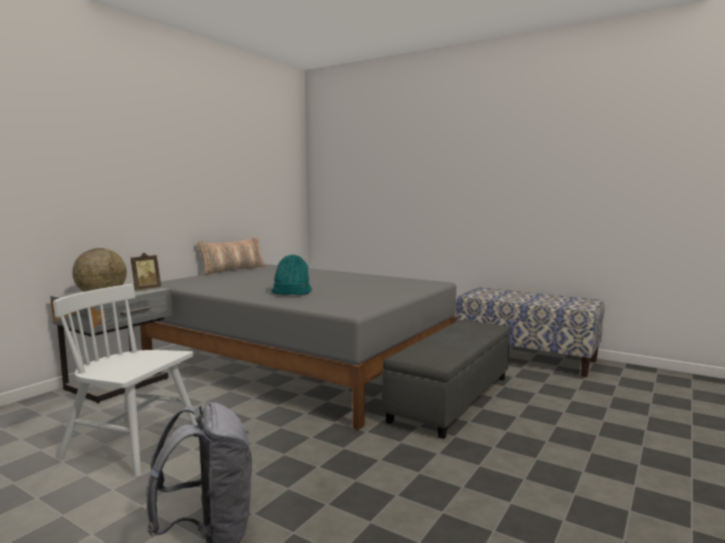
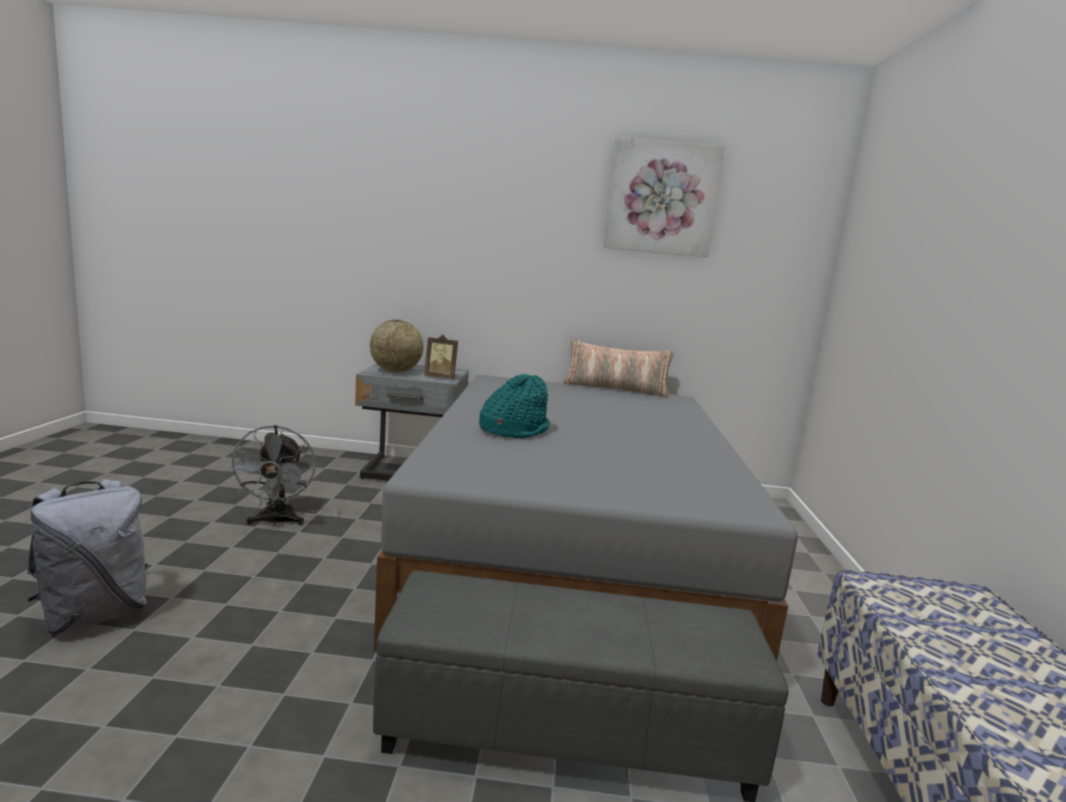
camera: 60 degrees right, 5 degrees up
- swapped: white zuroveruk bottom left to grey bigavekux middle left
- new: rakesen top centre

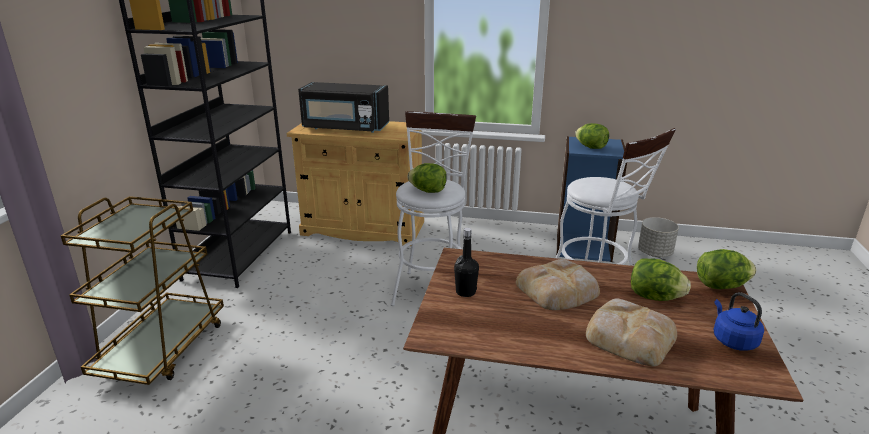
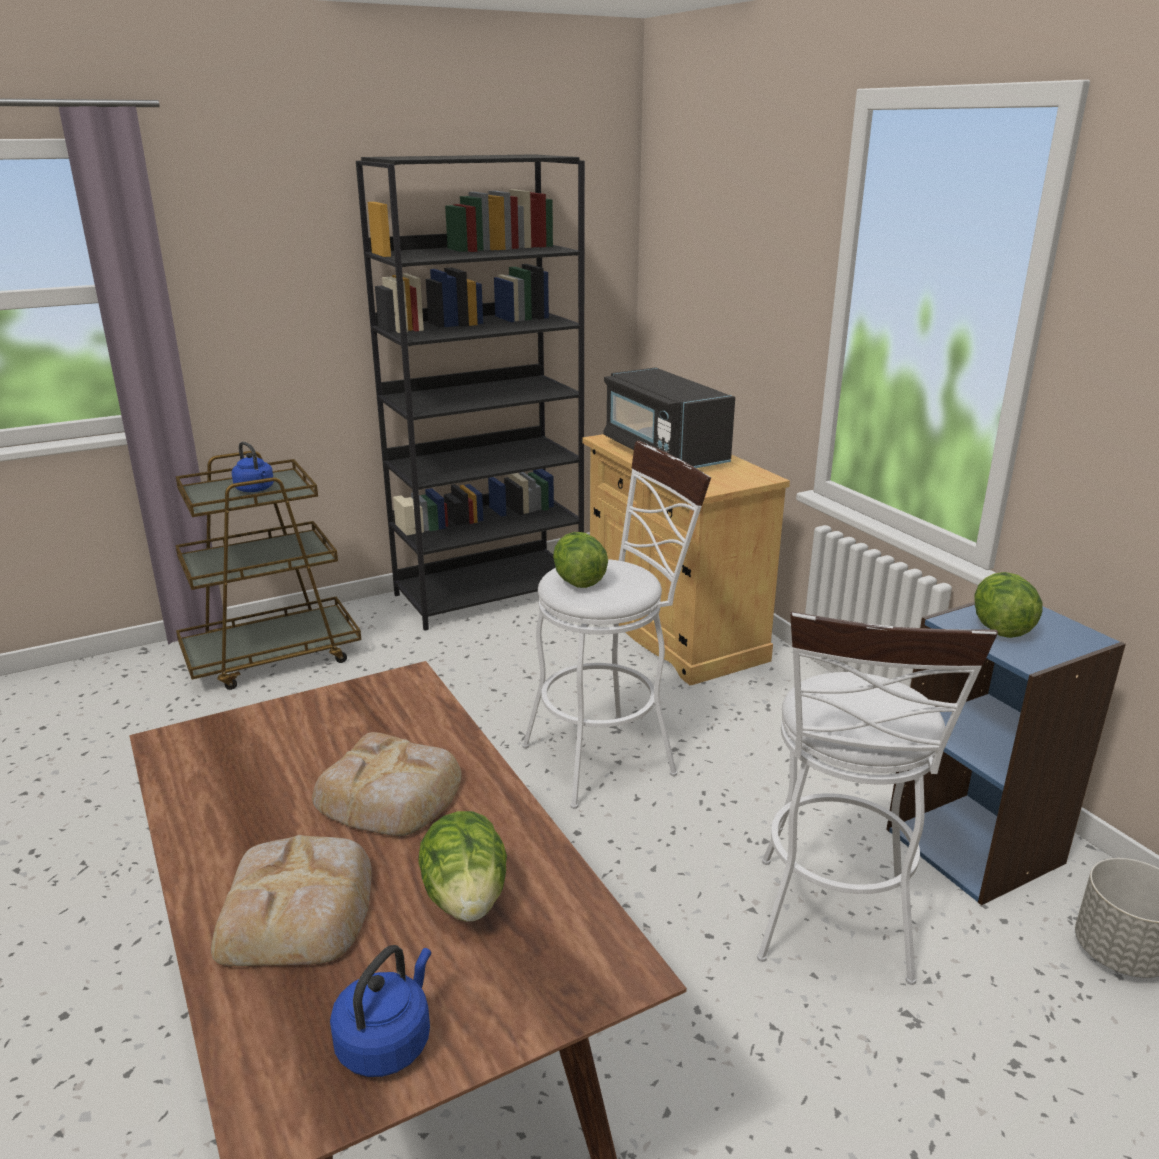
camera: 50 degrees right, 0 degrees up
- new: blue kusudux (no. 1 from left) middle left
- gone: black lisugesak centre
- gone: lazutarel (no. 4 from left) middle right

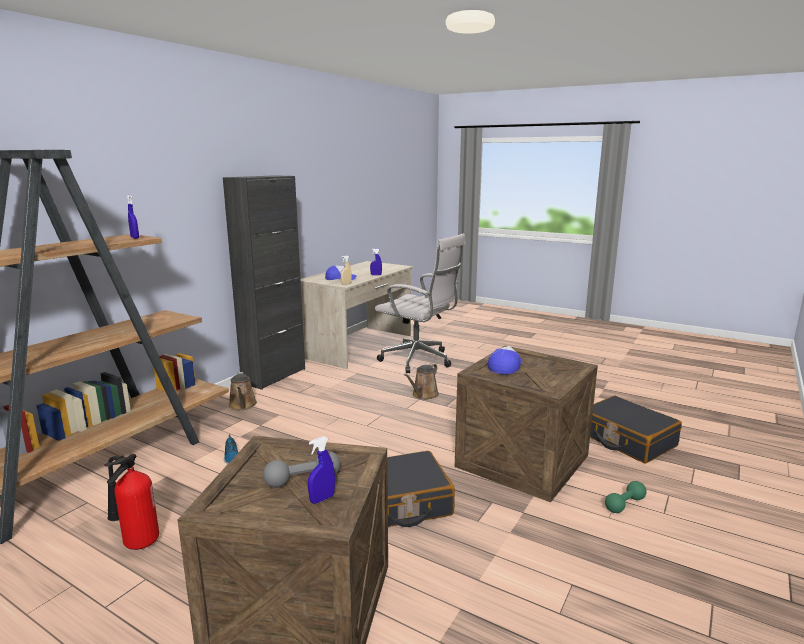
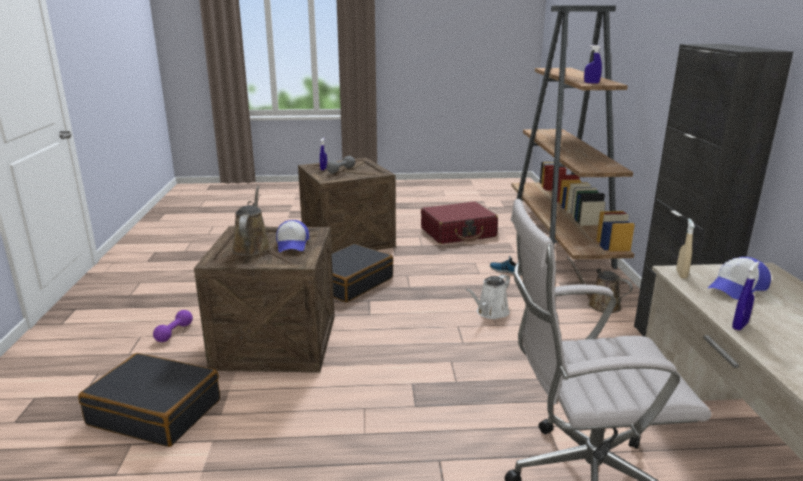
camera: 145 degrees right, 5 degrees up
- repainted: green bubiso bottom right to purple bubiso bottom left
- shifted: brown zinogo (no. 2 from left in the first image) centre to brown zinogo (no. 1 from left) middle left
- swapped: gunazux bottom left to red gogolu centre
- new: white zinogo centre

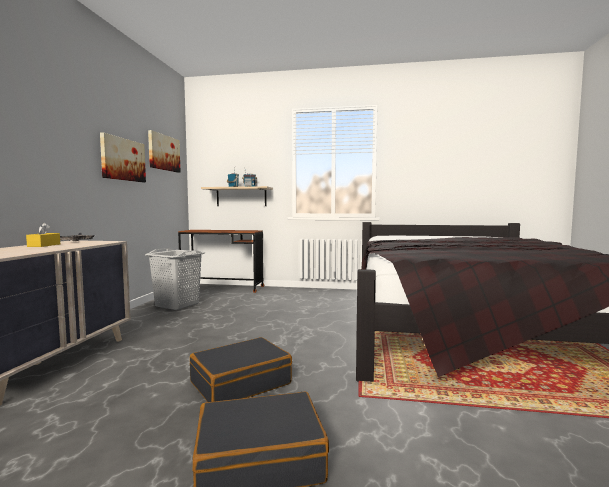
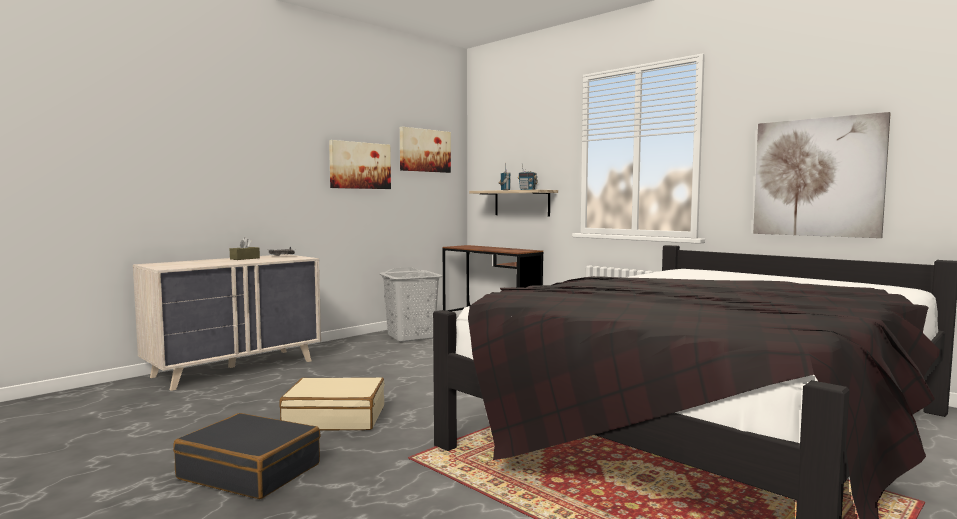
camera: 35 degrees right, 0 degrees up
- repainted: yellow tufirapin middle left to brown tufirapin middle left
- repainted: black gogolu (no. 1 from left) bottom centre to beige gogolu bottom centre
- new: rakesen (no. 3 from left) middle right

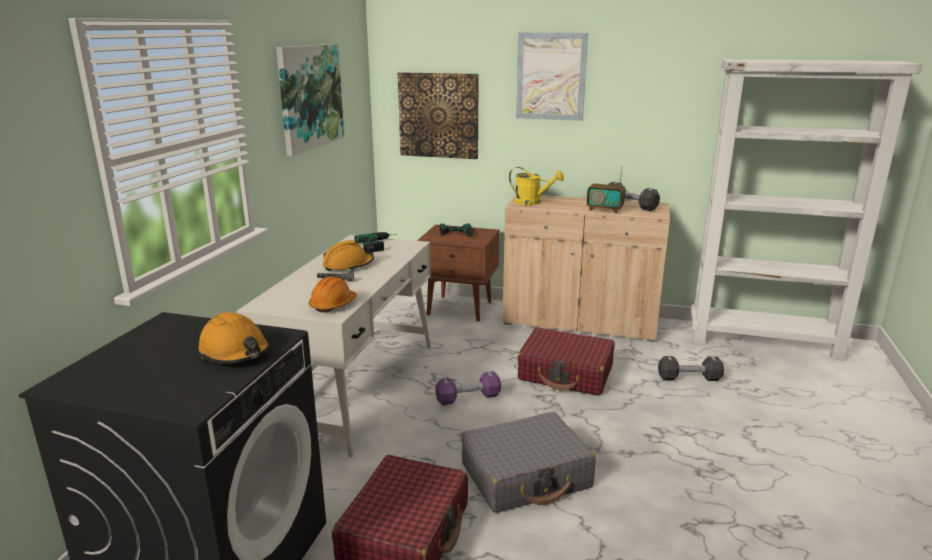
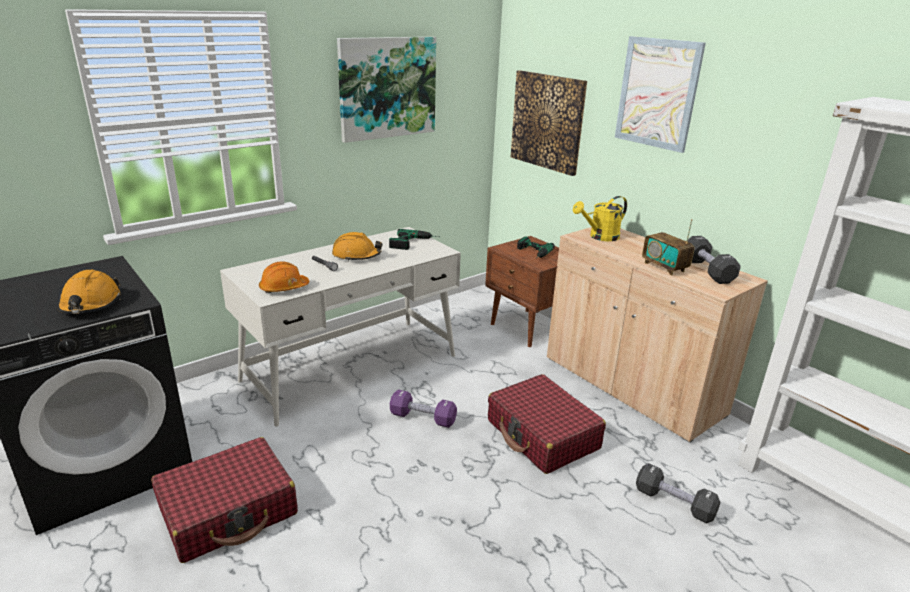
camera: 35 degrees right, 5 degrees up
- rotated: yellow zinogo top centre = centre 90 degrees clockwise
- gone: grey gogolu bottom centre

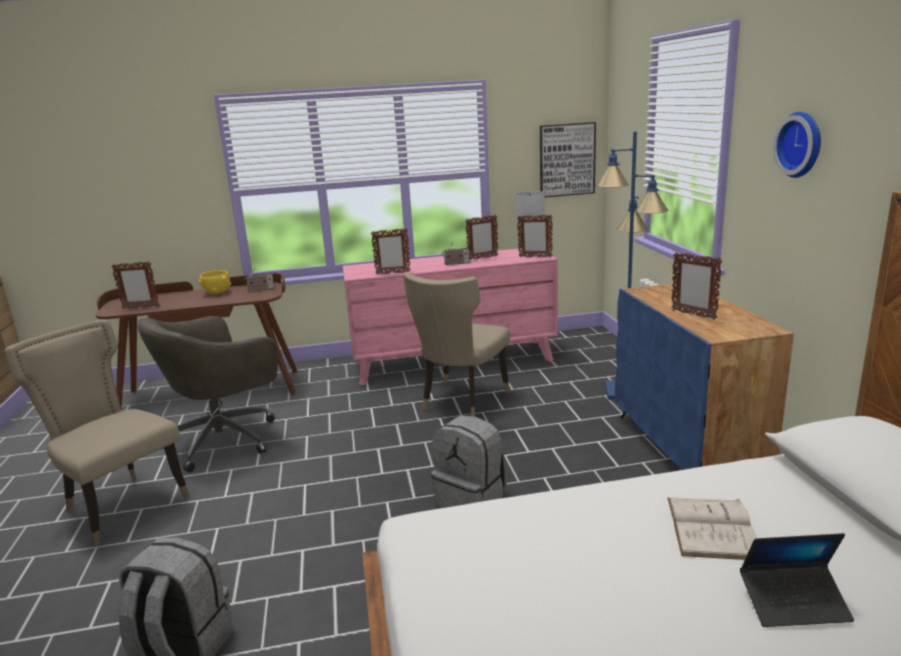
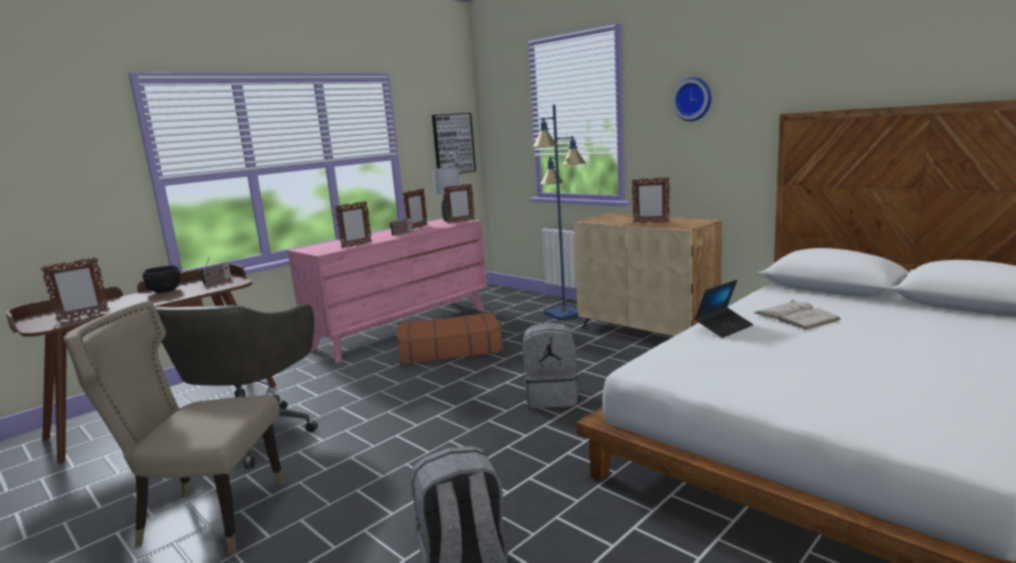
camera: 35 degrees left, 5 degrees down
- repainted: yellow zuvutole middle left to black zuvutole middle left
- swapped: beige zuroveruk (no. 2 from left) centre to brown gogolu centre
- repainted: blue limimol middle right to beige limimol centre
- shifted: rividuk bottom right to middle right

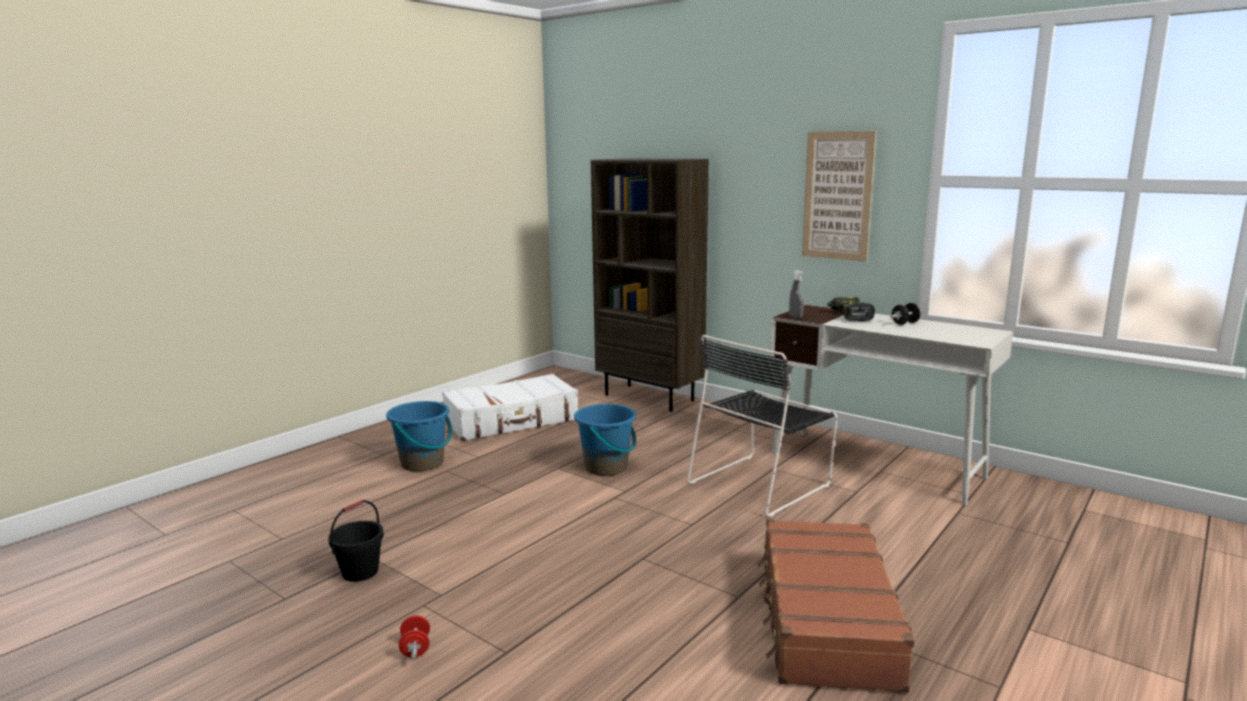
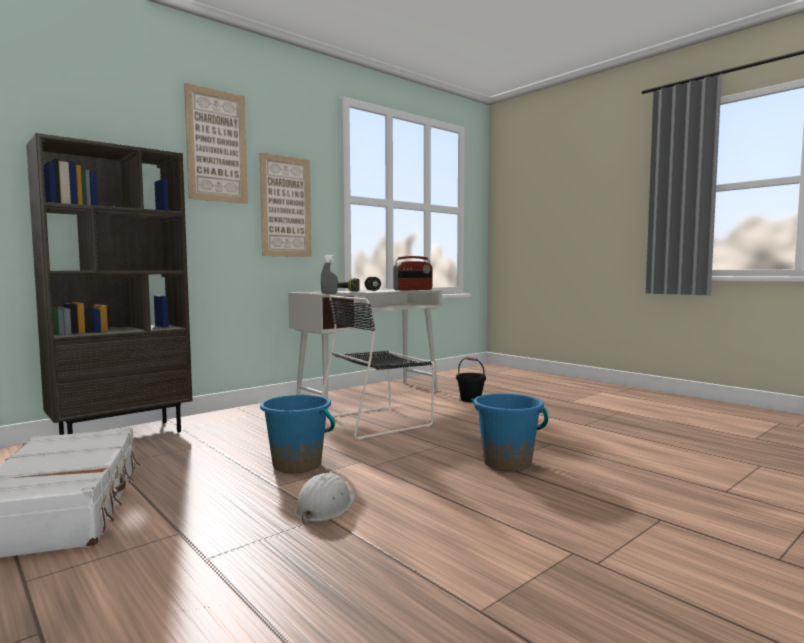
camera: 80 degrees left, 10 degrees down
- new: rakesen (no. 1 from left) top left
- new: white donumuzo bottom centre
- rotated: black zuroveruk centre = centre 90 degrees clockwise
- new: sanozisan centre
- shifted: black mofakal bottom left to centre
- shifted: blue mofakal (no. 1 from left in the first image) centre to blue mofakal (no. 2 from left) bottom centre
- gone: red bubiso bottom left
- gone: brown gogolu bottom right

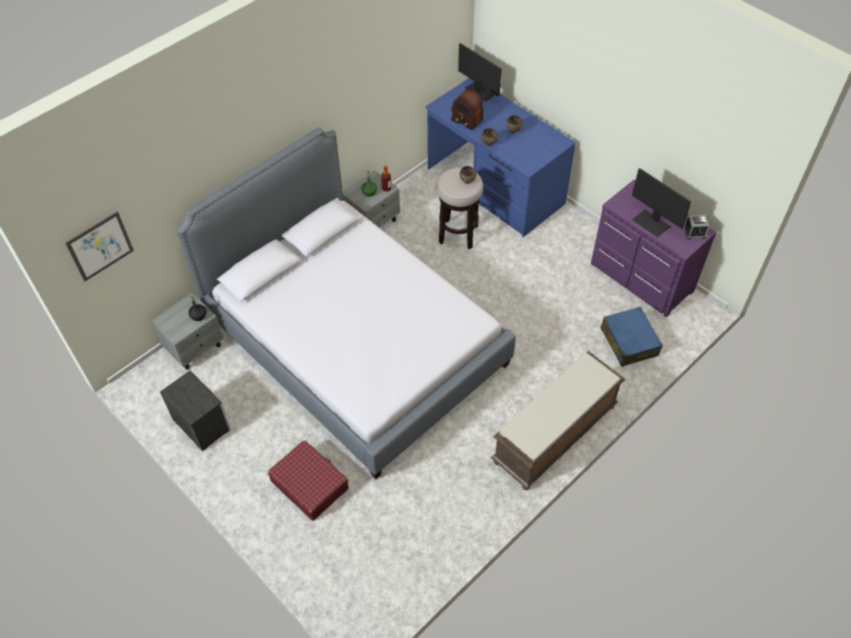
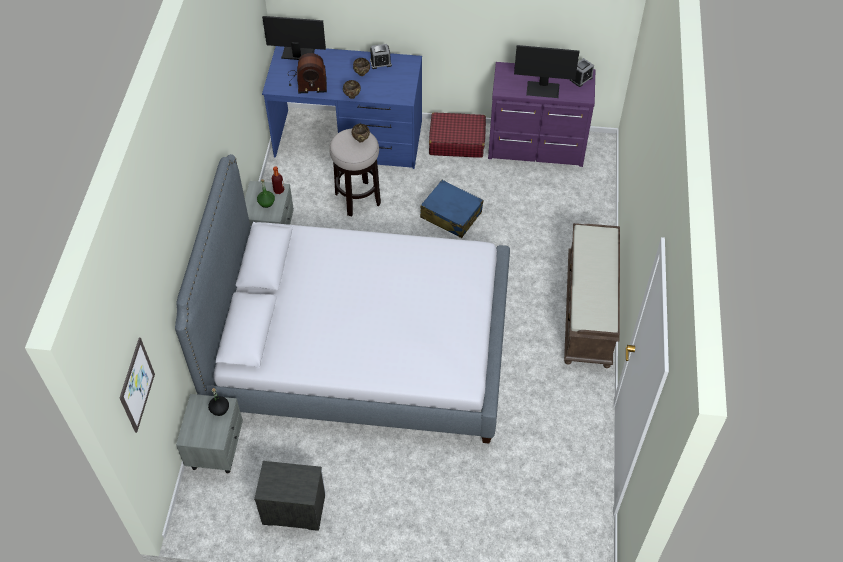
camera: 40 degrees left, 0 degrees up
- new: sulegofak (no. 1 from left) top centre
- shifted: blue gogolu middle right to centre
- shifted: red gogolu bottom centre to top centre

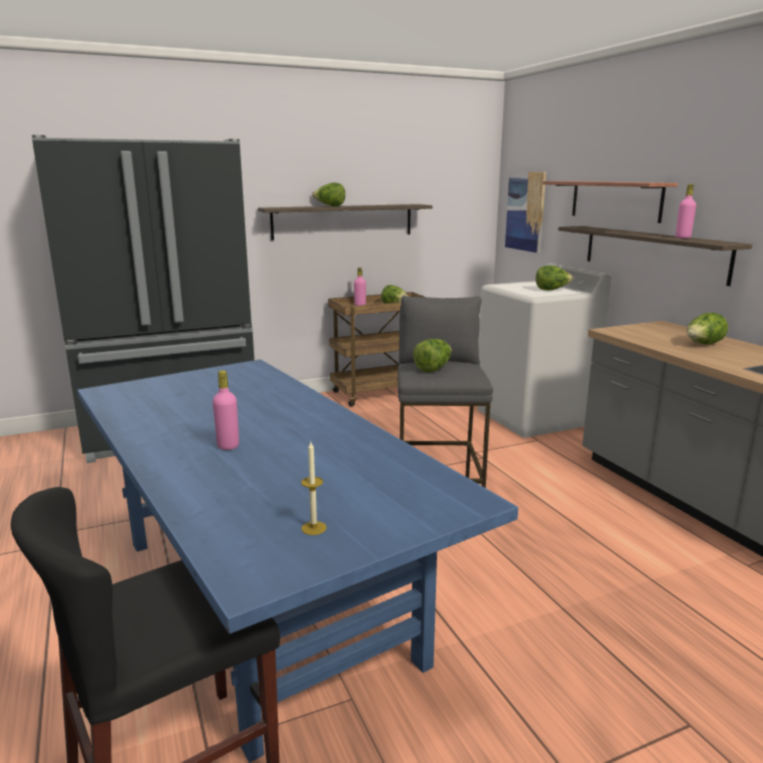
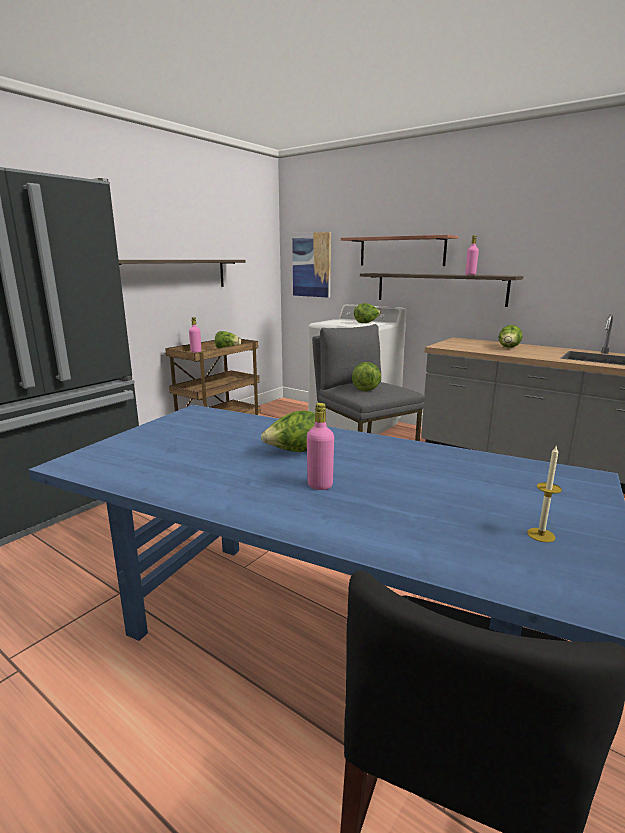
camera: 30 degrees left, 0 degrees up
- shifted: lazutarel (no. 1 from left in the first image) top centre to lazutarel (no. 2 from left) centre

